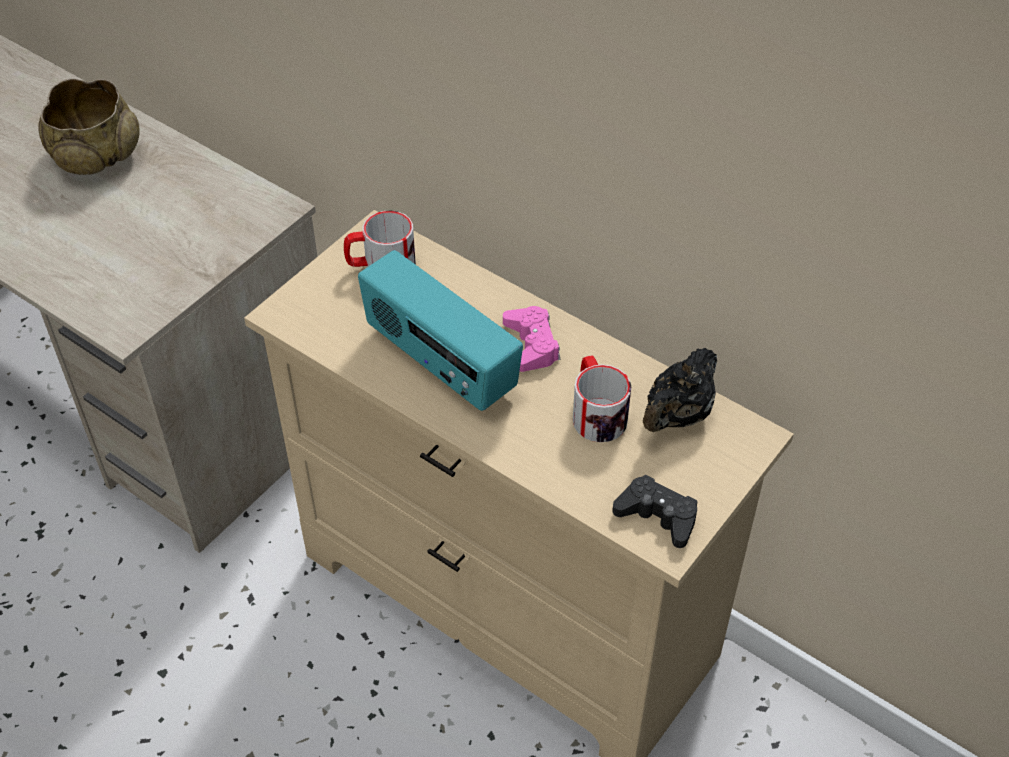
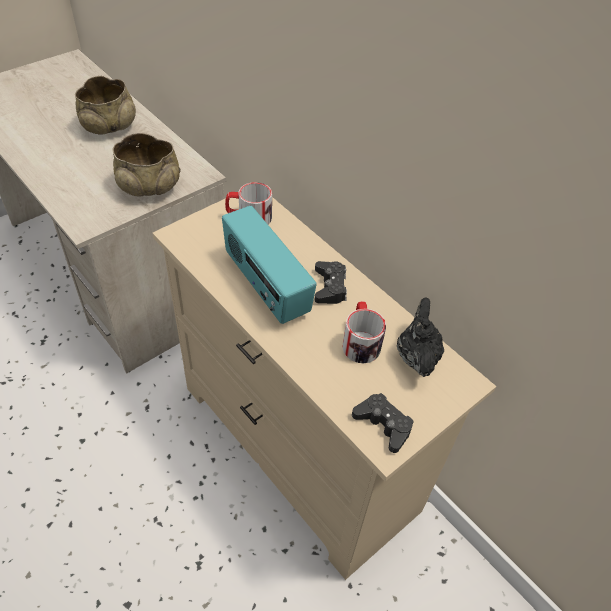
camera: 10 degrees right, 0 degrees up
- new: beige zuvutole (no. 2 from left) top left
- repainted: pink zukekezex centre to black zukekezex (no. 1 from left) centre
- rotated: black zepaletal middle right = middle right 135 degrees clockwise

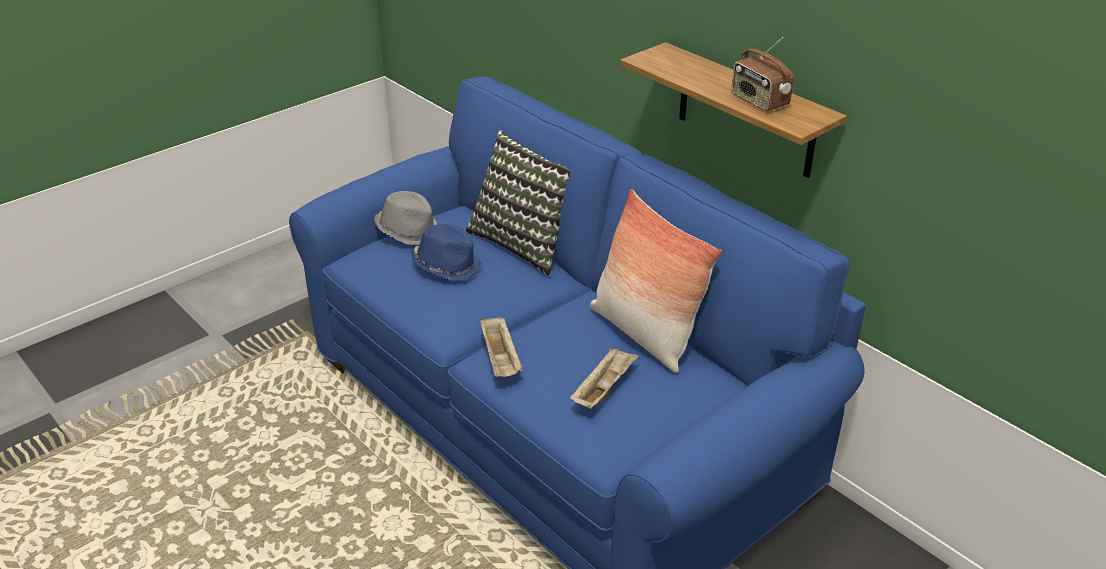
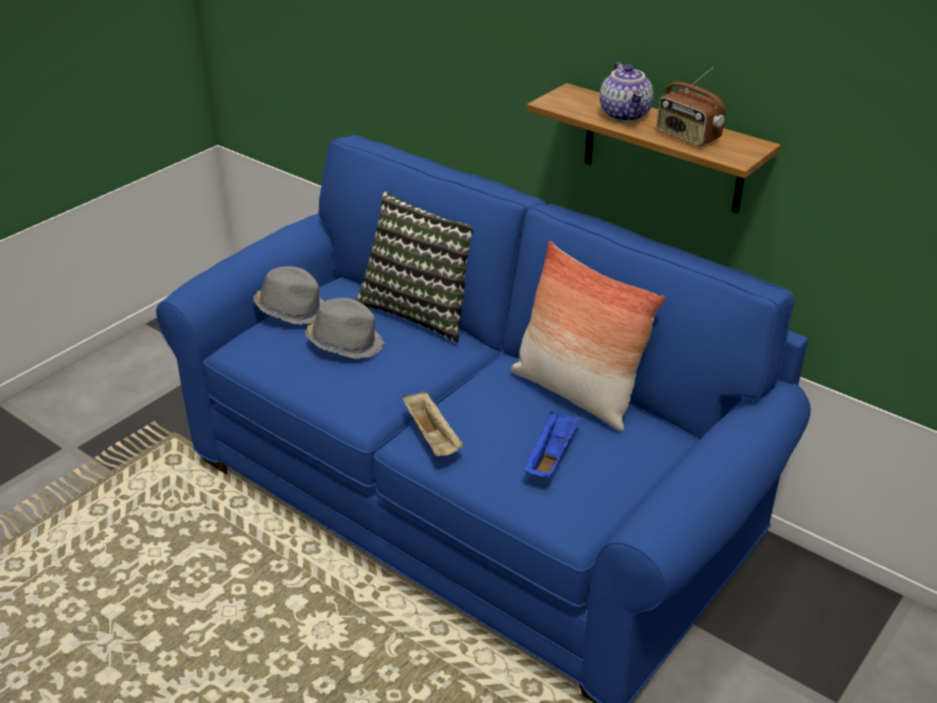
camera: 10 degrees left, 0 degrees up
- repainted: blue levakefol centre to grey levakefol (no. 2 from left) centre
- repainted: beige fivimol (no. 2 from left) centre to blue fivimol centre
- new: zepaletal top right

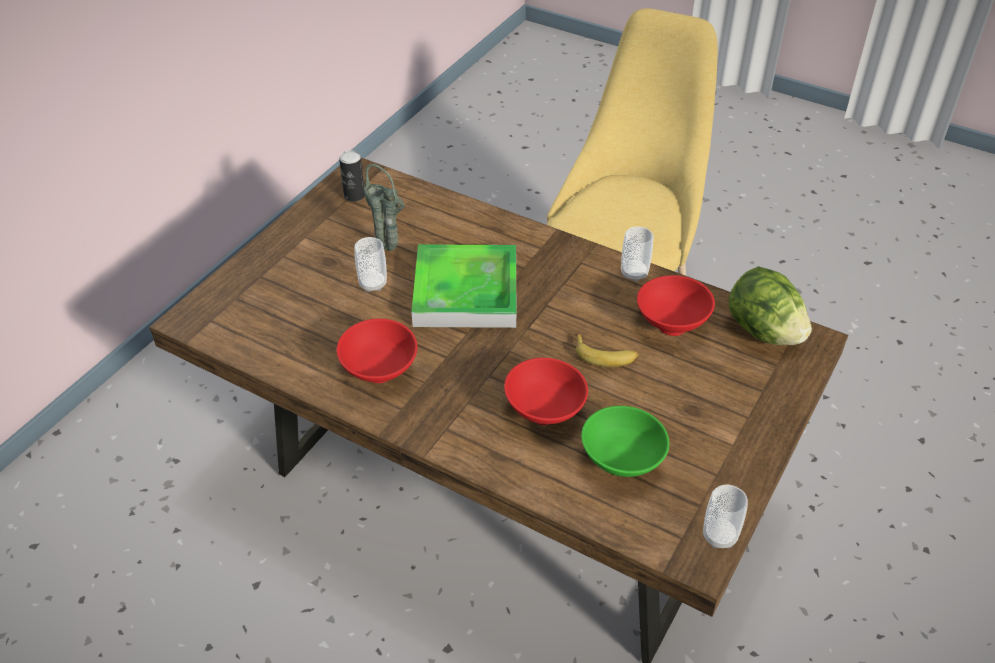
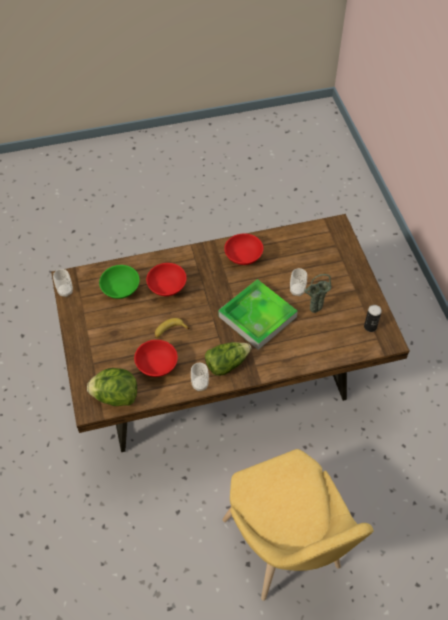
camera: 135 degrees right, 10 degrees up
- new: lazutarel (no. 2 from left) centre

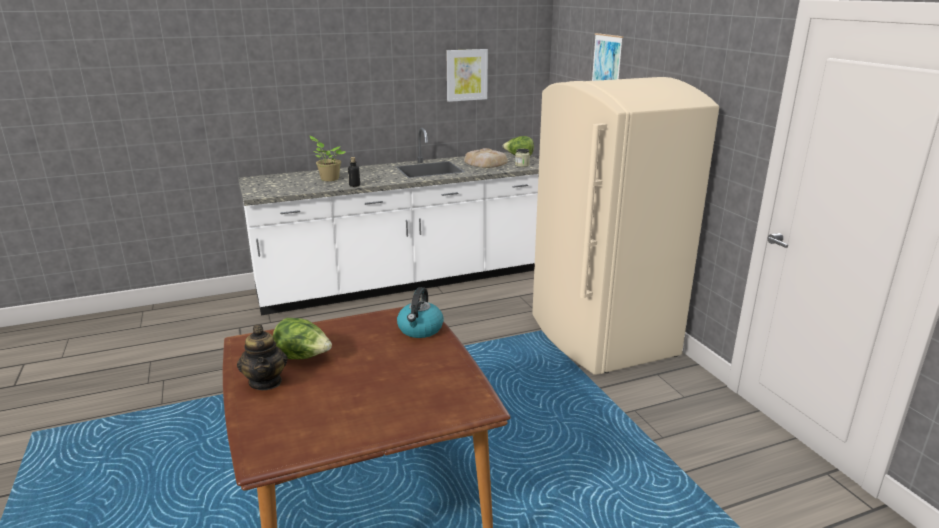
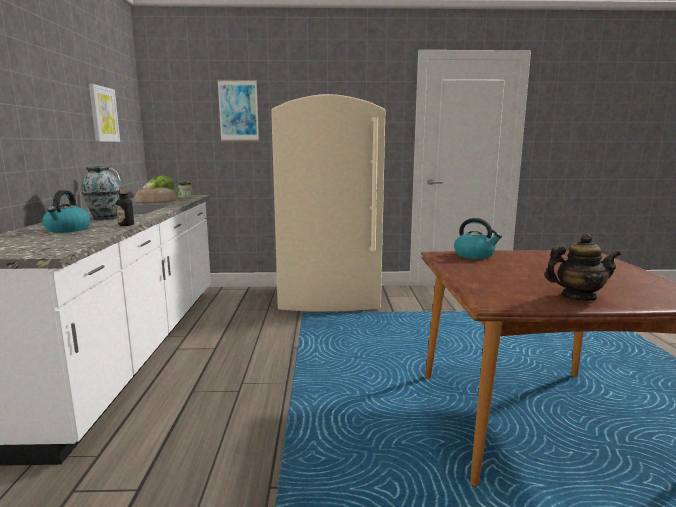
camera: 70 degrees left, 10 degrees down
- swapped: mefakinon top centre to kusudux (no. 1 from left) middle left
- new: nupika middle left
- gone: lazutarel (no. 1 from left) middle left

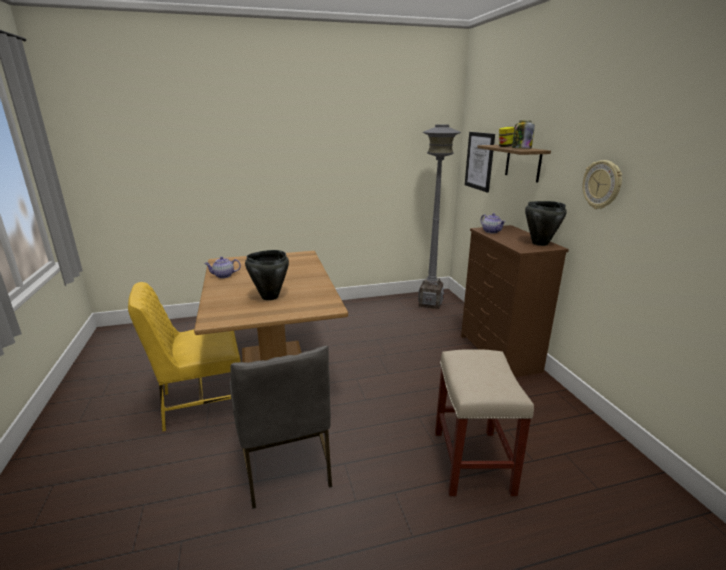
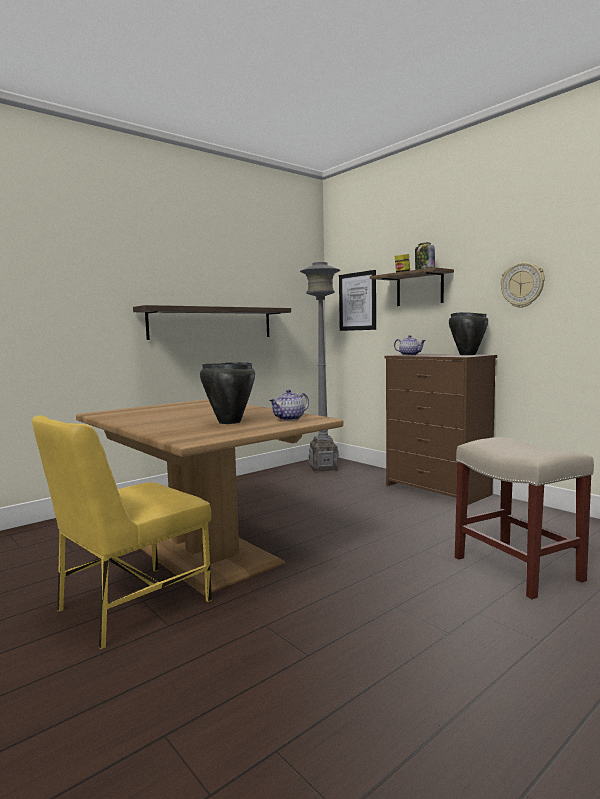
camera: 25 degrees left, 15 degrees down
- new: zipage (no. 1 from left) centre
- shifted: zepaletal (no. 1 from left) middle left to centre
- gone: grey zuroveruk bottom centre

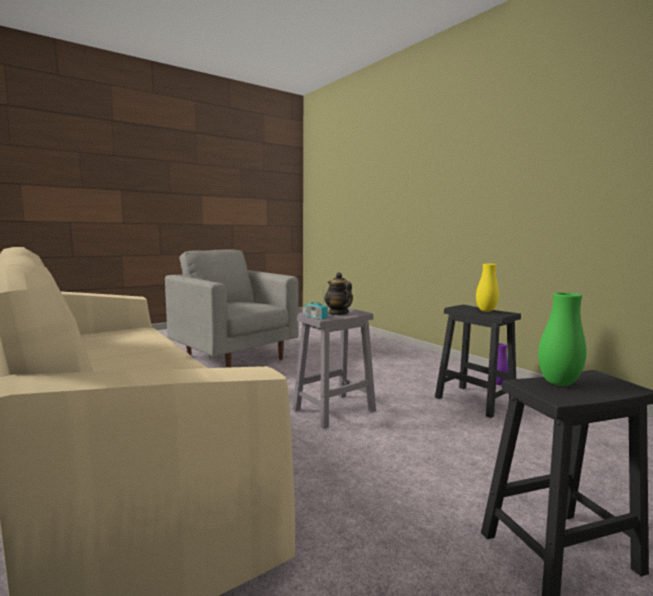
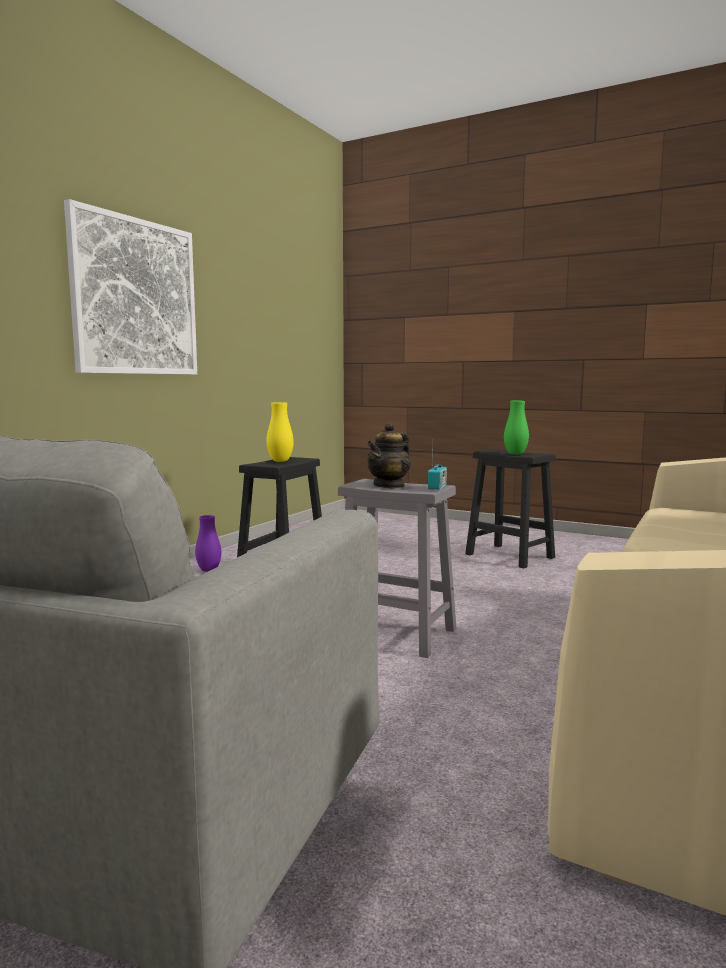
camera: 115 degrees left, 0 degrees up
- new: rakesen top left

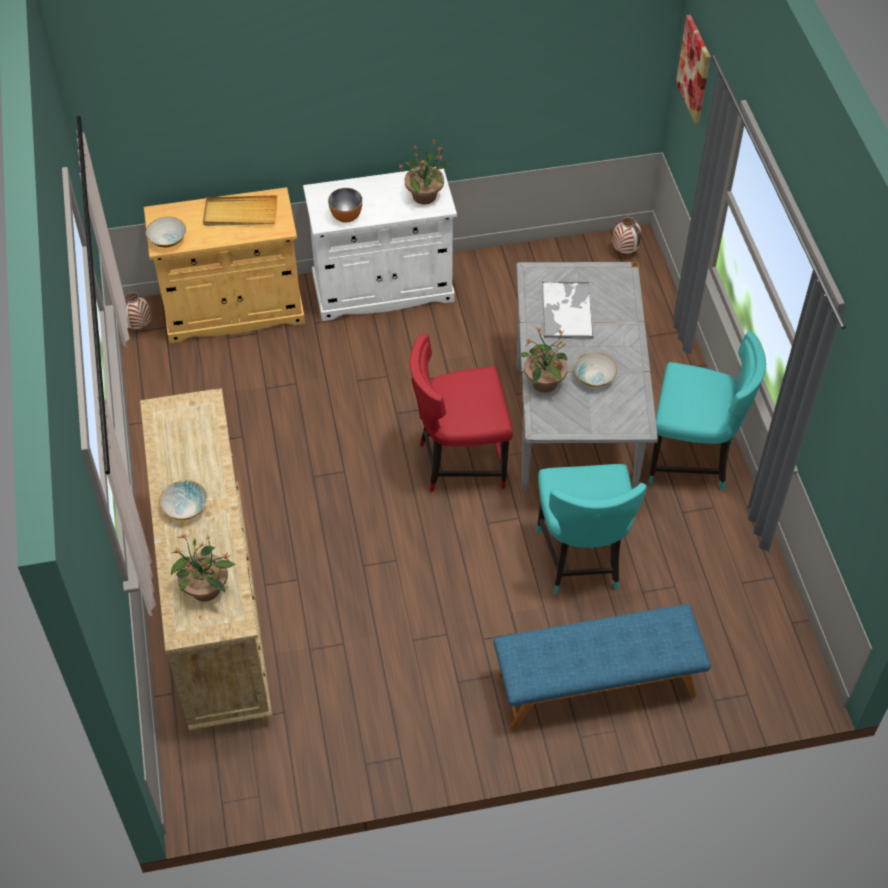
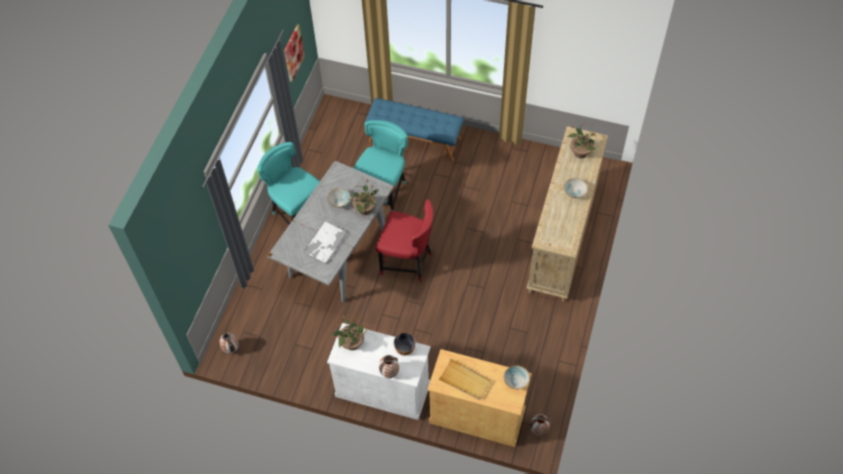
camera: 150 degrees left, 5 degrees up
- shifted: rakesen top right to top centre
- new: nupika (no. 2 from left) bottom centre

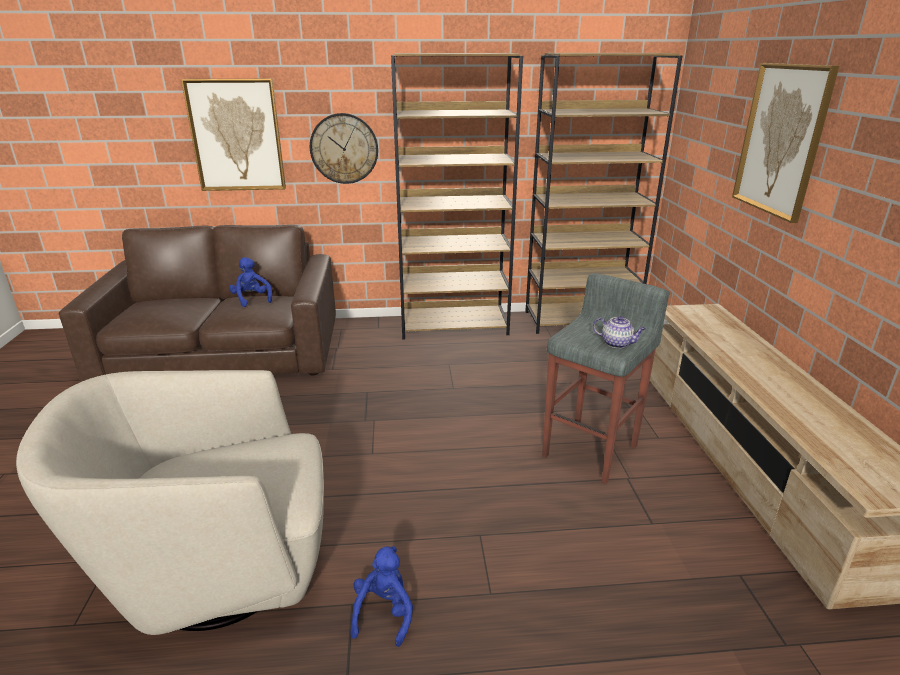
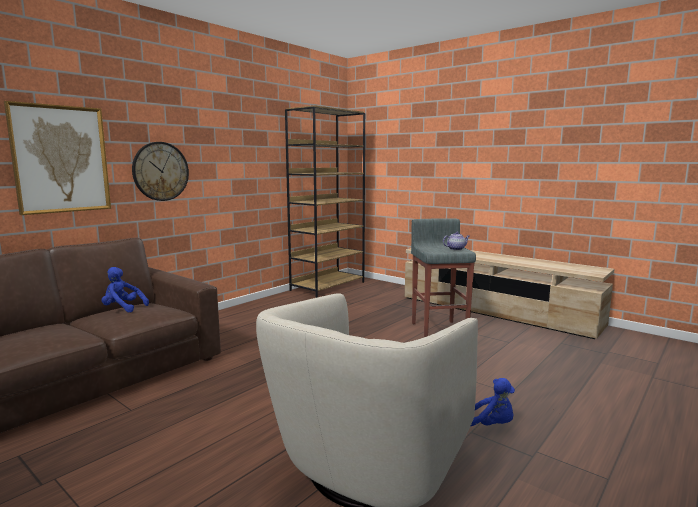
camera: 45 degrees left, 15 degrees down
- rotated: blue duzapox (no. 2 from left) bottom centre = bottom right 150 degrees clockwise
- gone: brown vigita (no. 1 from left) top centre
- gone: rakesen (no. 2 from left) top right

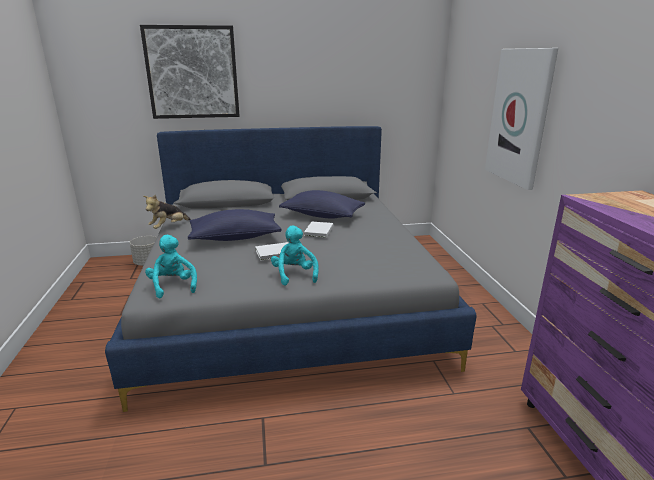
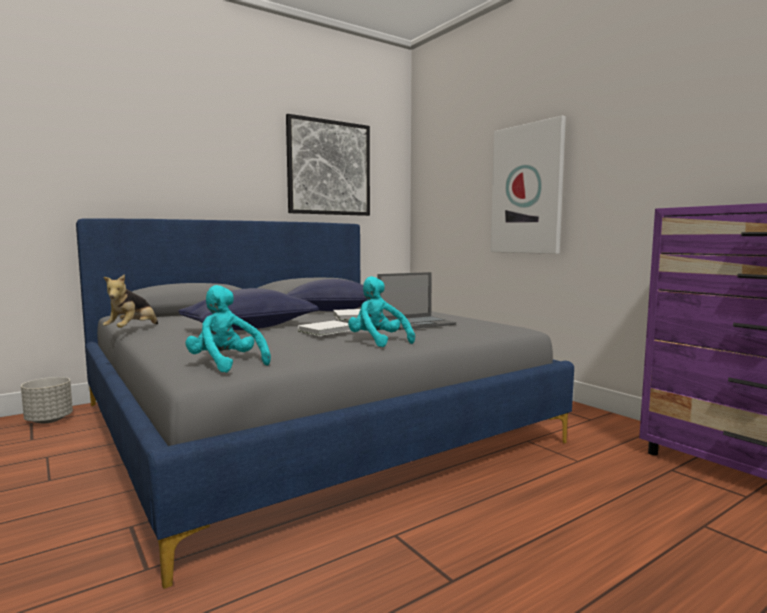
camera: 25 degrees left, 15 degrees down
- shifted: rakesen (no. 1 from left) top left to top centre
- new: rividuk centre

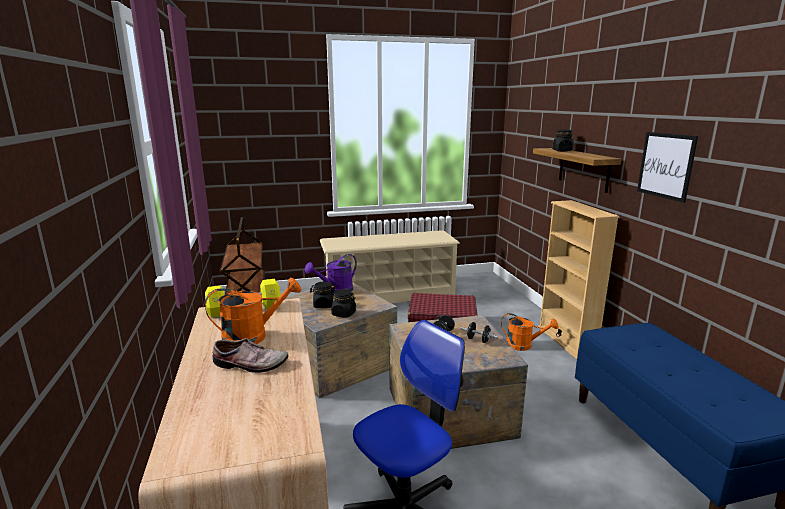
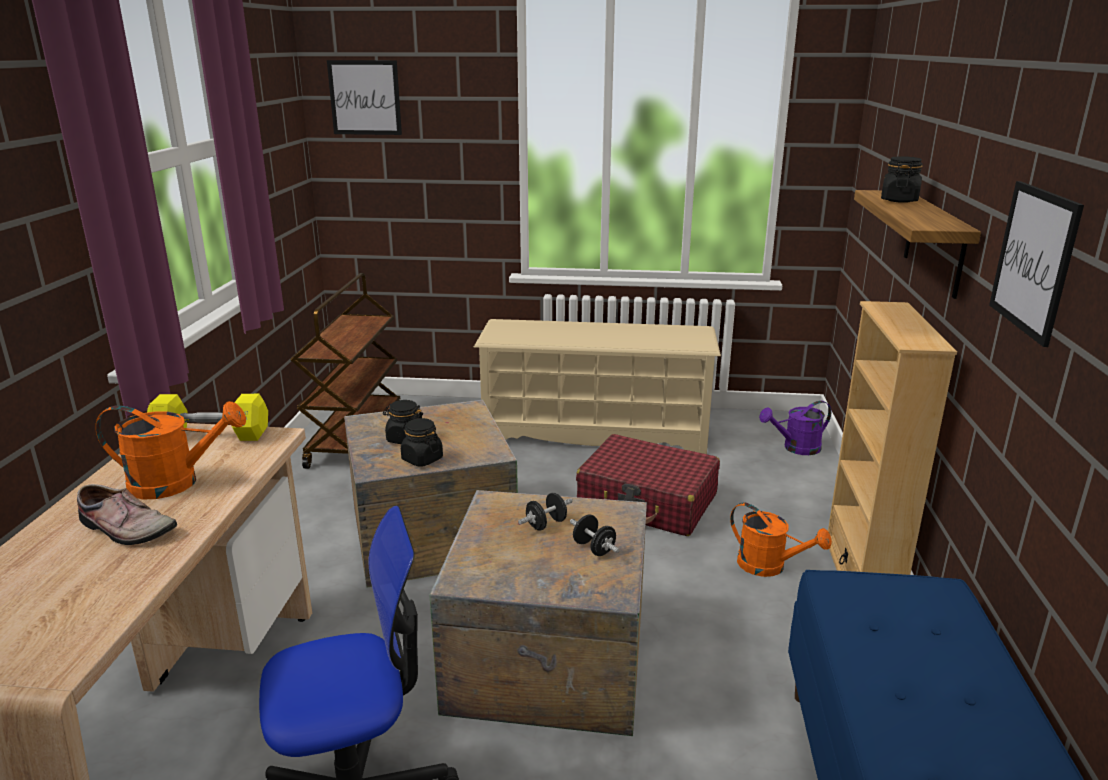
camera: 20 degrees right, 5 degrees up
- new: rakesen (no. 1 from left) top left
- shifted: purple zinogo centre to middle right

